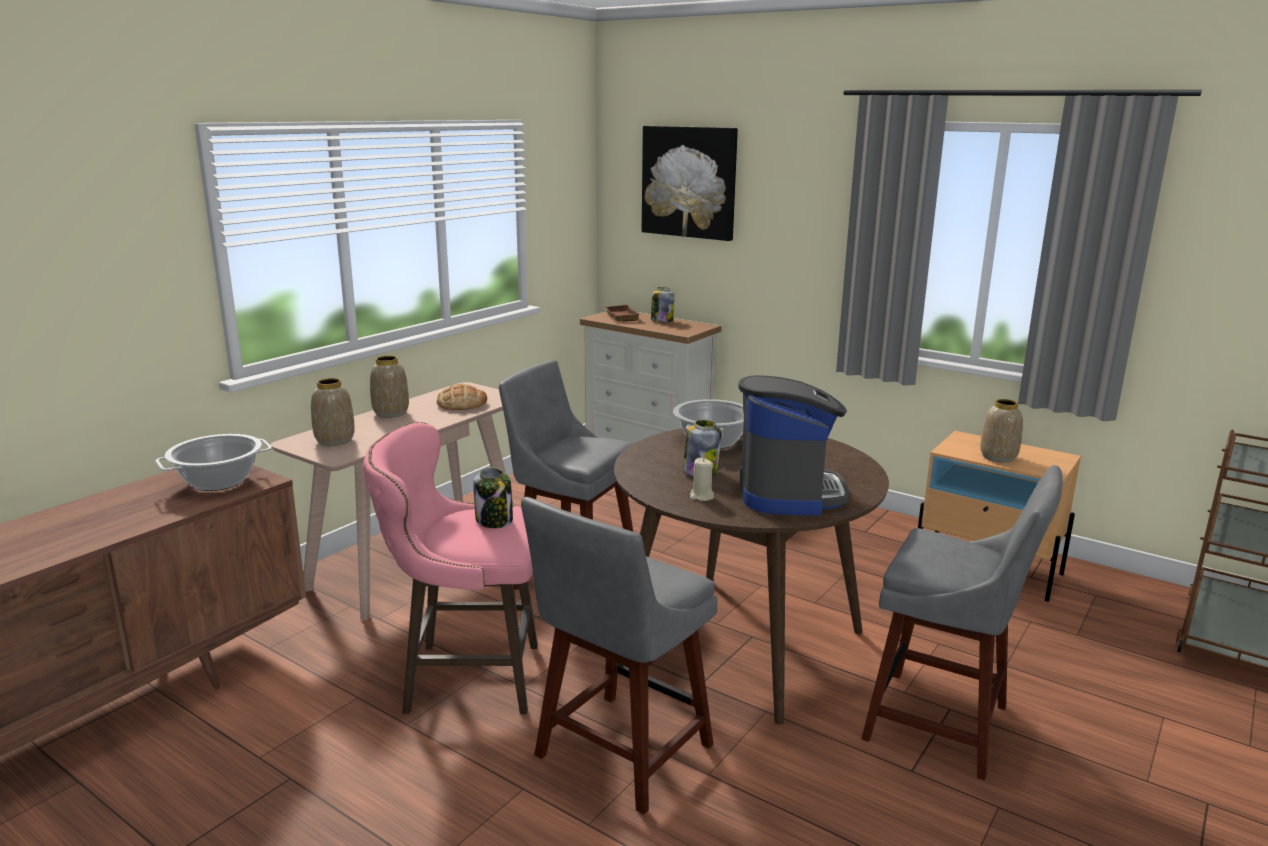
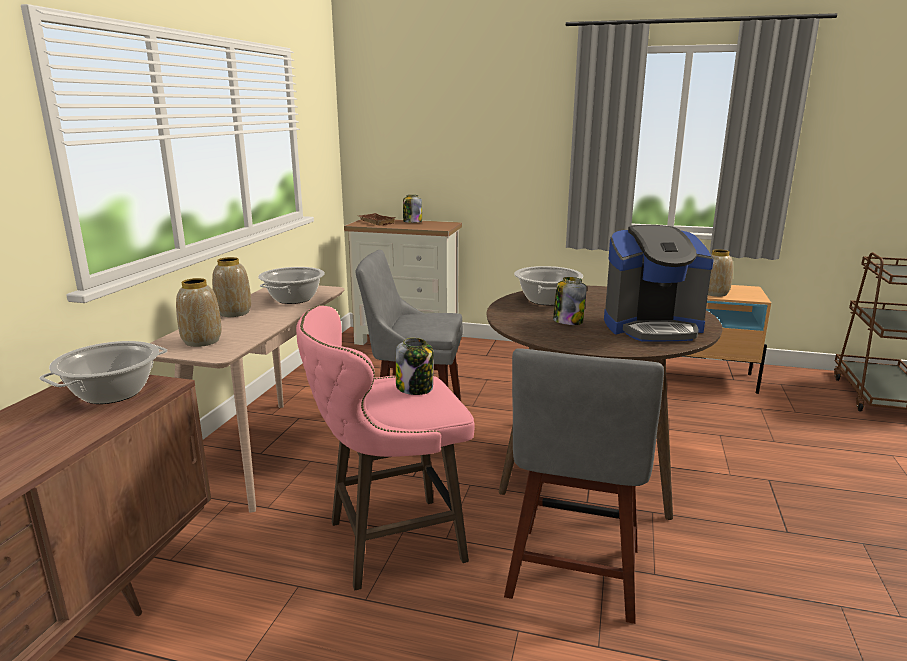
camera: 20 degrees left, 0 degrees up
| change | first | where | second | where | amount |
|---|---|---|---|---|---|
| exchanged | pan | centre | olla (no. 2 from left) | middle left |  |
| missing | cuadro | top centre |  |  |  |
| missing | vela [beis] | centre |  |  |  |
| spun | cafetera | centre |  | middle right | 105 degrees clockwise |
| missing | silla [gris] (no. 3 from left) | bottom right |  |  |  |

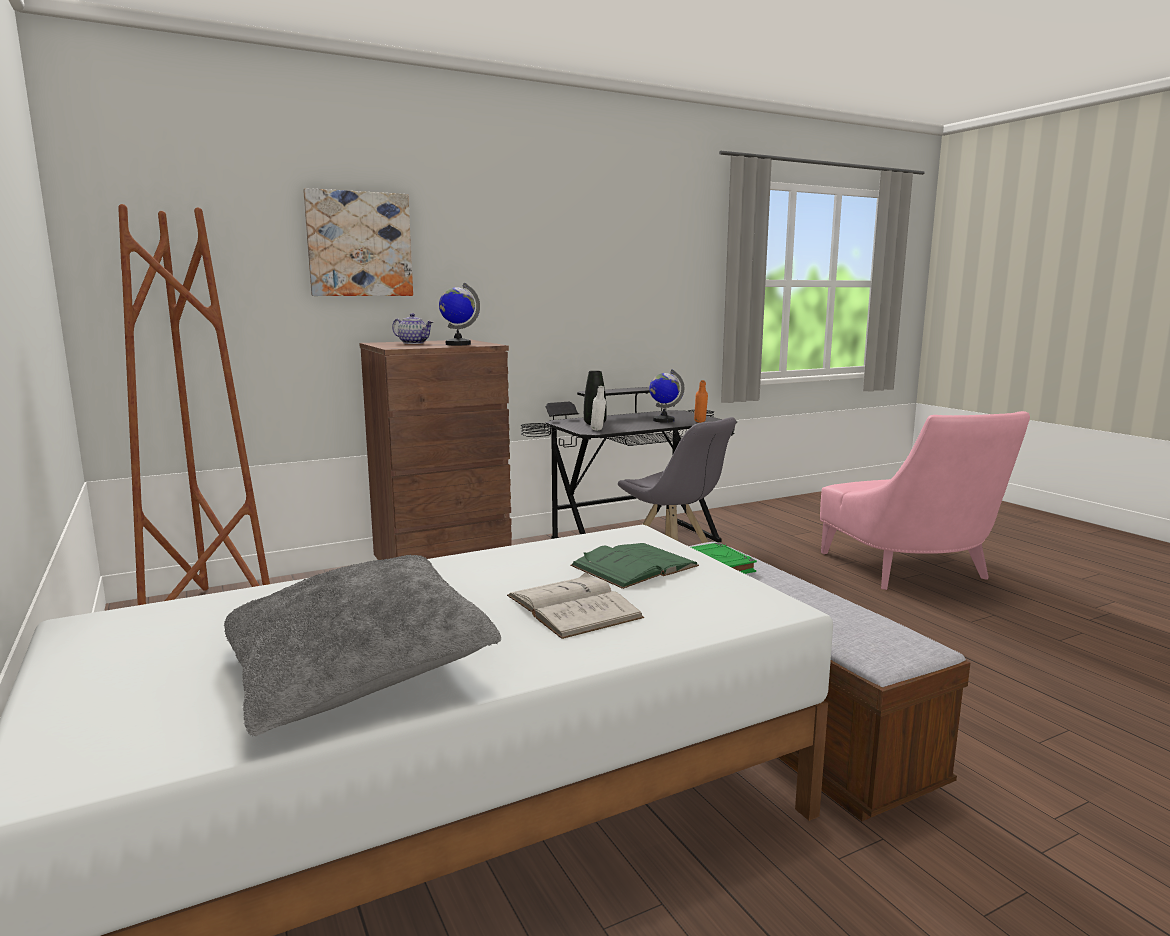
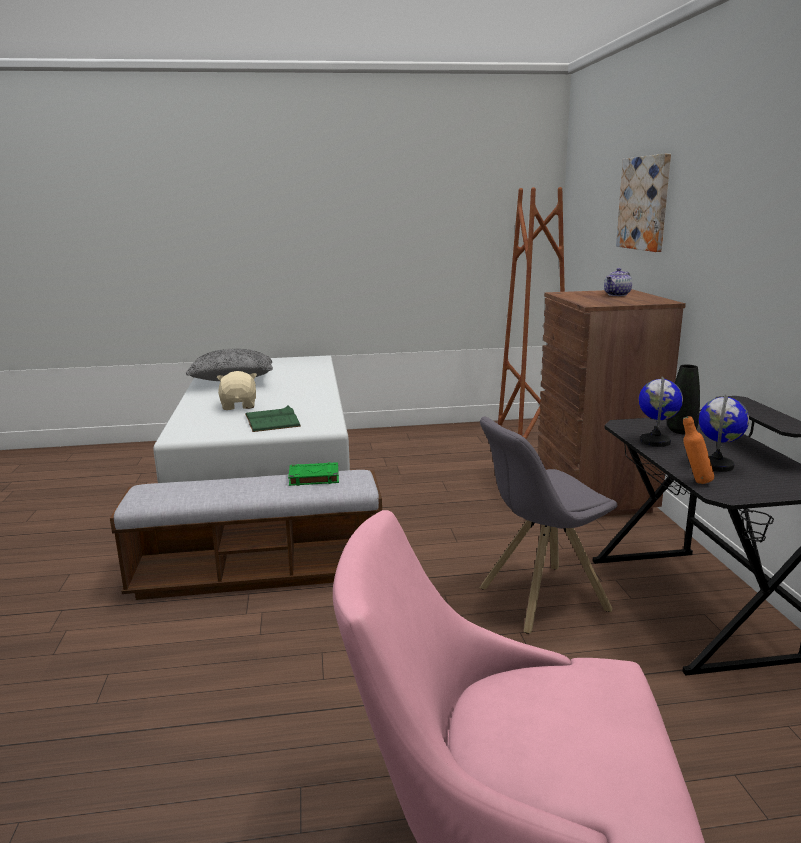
camera: 110 degrees right, 5 degrees up
| change | first | where | second | where | amount |
|---|---|---|---|---|---|
| relocated | globo terráqueo (no. 1 from left) | centre |  | middle right |  |
| exchanged | libro [blanco] | centre | peluche [beis] | middle left |  |
| missing | botella [blanco] | centre |  |  |  |

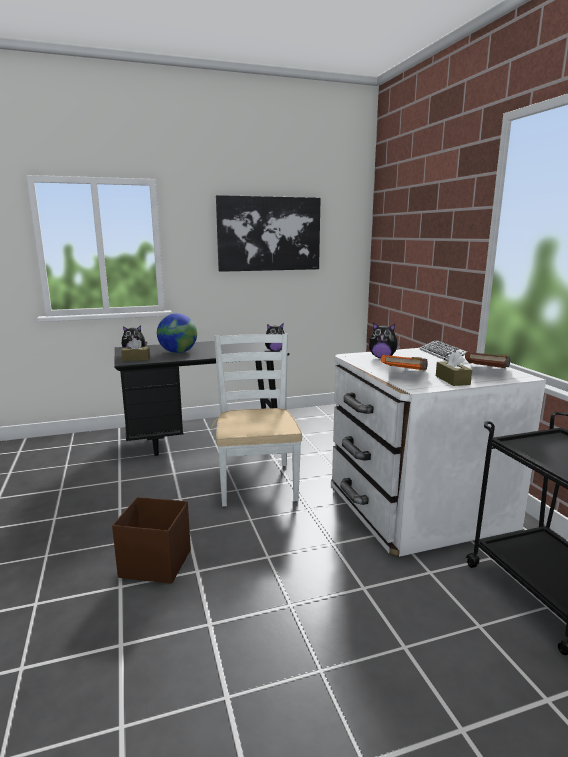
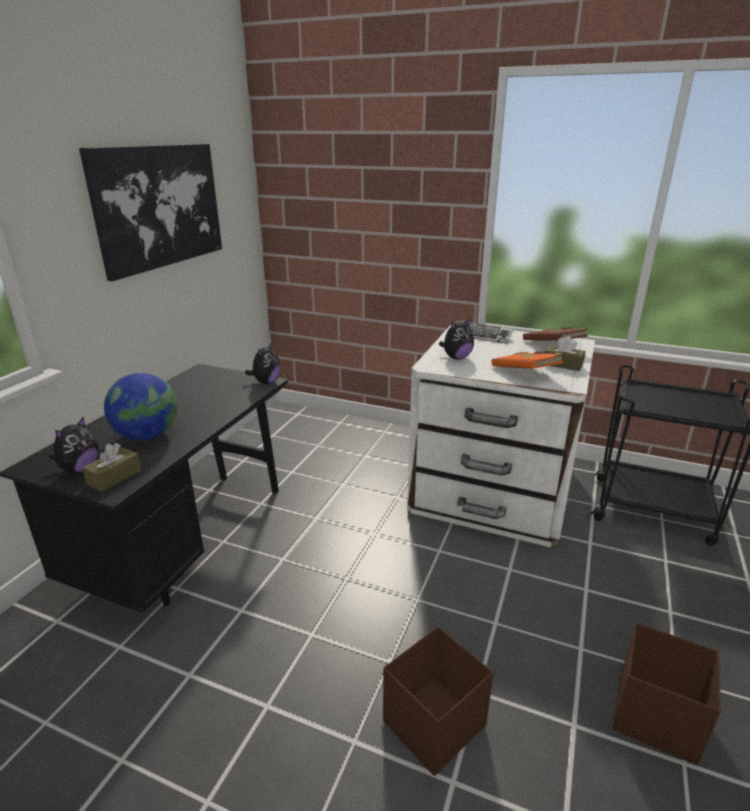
camera: 50 degrees left, 10 degrees up
| change | first | where | second | where | amount |
|---|---|---|---|---|---|
| missing | silla [blanco] | centre |  |  |  |
| appeared |  |  | caja de almacenaje [marrón] (no. 2 from left) | bottom right |  |

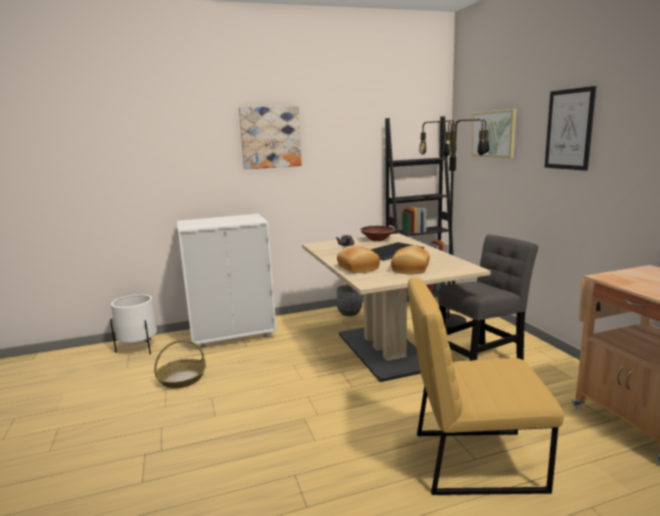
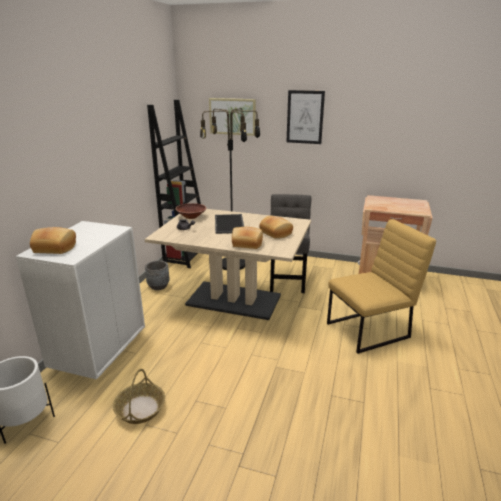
camera: 55 degrees left, 10 degrees up
| change | first | where | second | where | amount |
|---|---|---|---|---|---|
| missing | cuadro (no. 1 from left) | top centre |  |  |  |
| spun | silla [amarillo] | bottom right |  | middle right | 150 degrees counterclockwise |
| appeared |  |  | pan (no. 1 from left) | middle left |  |

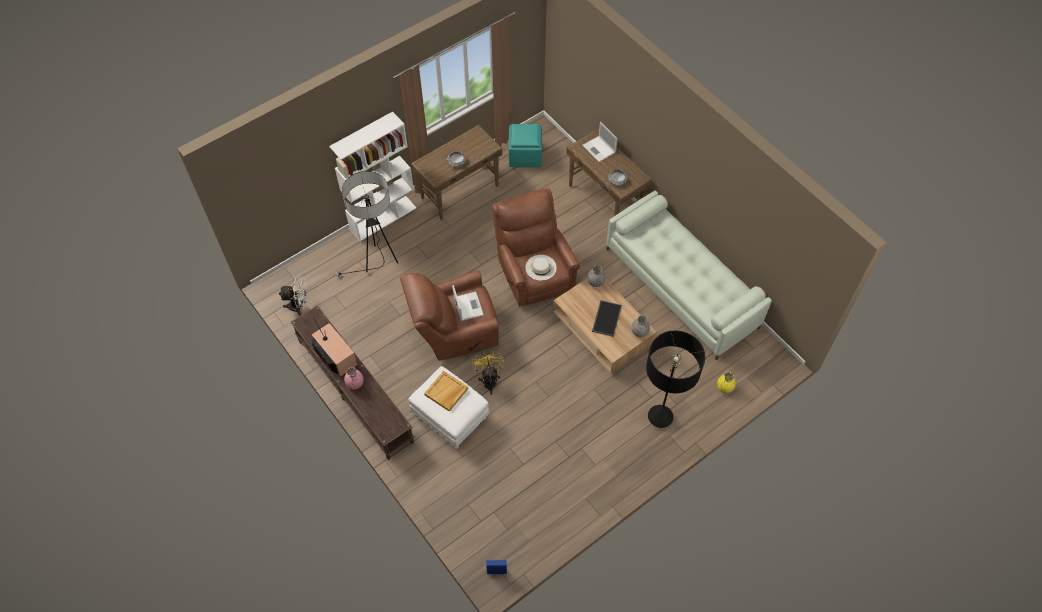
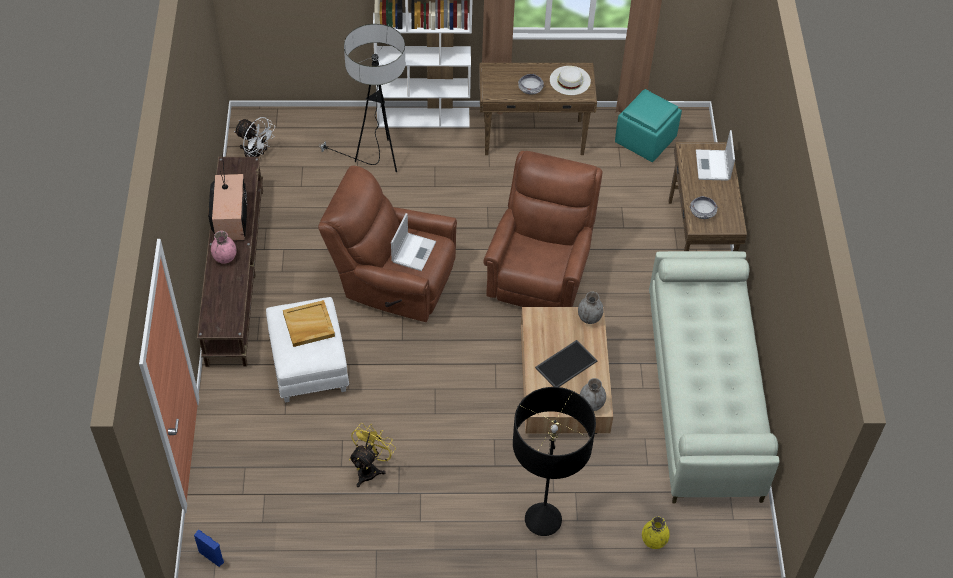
camera: 35 degrees right, 5 degrees down
| change | first | where | second | where | amount |
|---|---|---|---|---|---|
| relocated | ventilador [amarillo] | centre |  | bottom centre |  |
| relocated | sombrero [blanco] | centre |  | top centre |  |

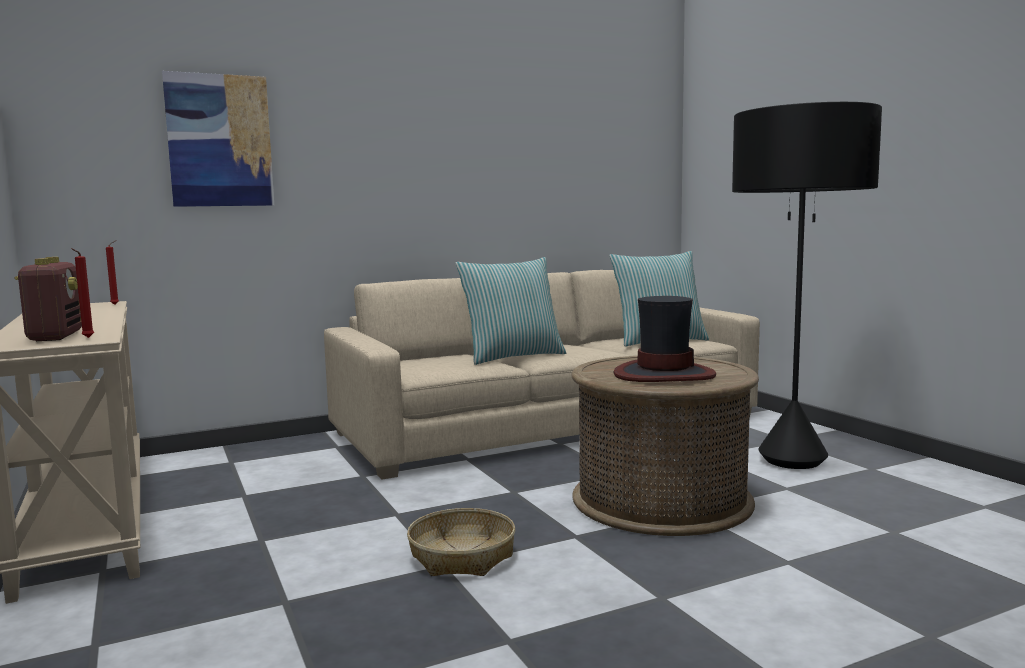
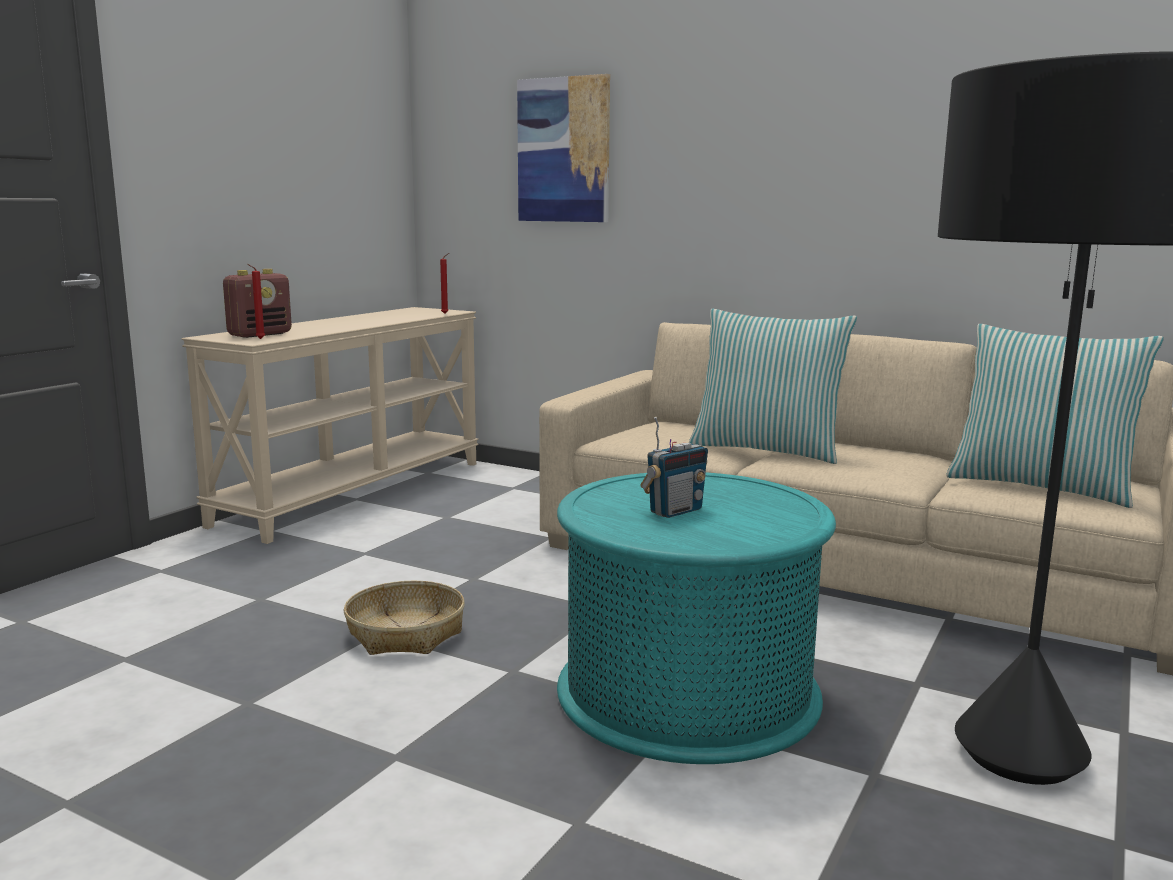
camera: 55 degrees right, 5 degrees up
| change | first | where | second | where | amount |
|---|---|---|---|---|---|
| colour | mesa de centro [marrón] | bottom centre | mesa de centro [turquesa] | bottom centre |  |
| exchanged | sombrero | centre | radio (no. 2 from left) | centre |  |

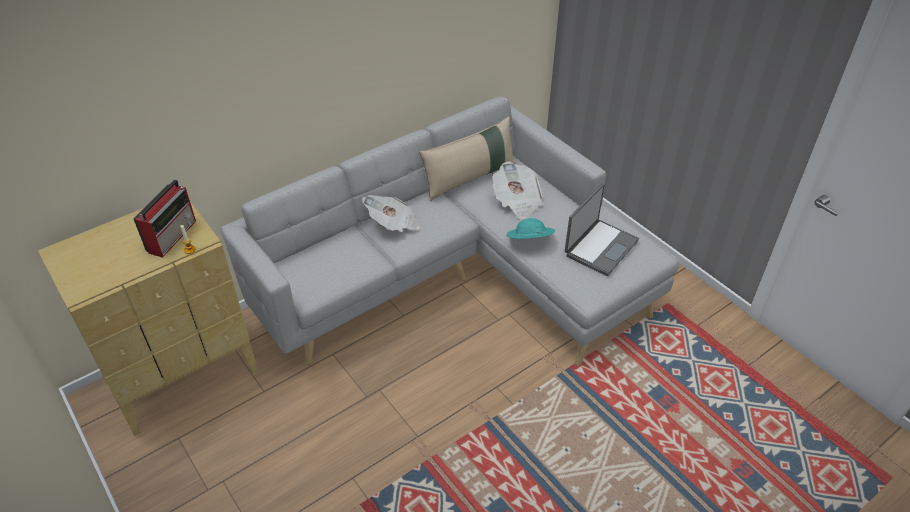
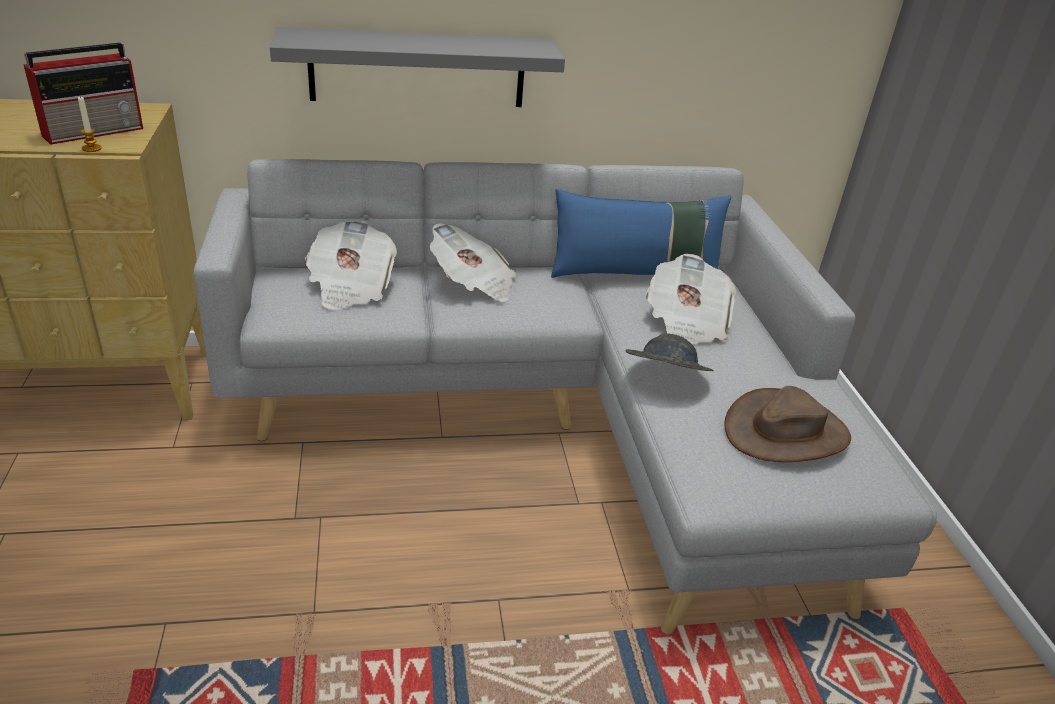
camera: 25 degrees right, 10 degrees down
| change | first | where | second | where | amount |
|---|---|---|---|---|---|
| colour | cojín [beis] | top centre | cojín [azul] | top centre |  |
| colour | sombrero [turquesa] | centre | sombrero [gris] | centre |  |
| exchanged | portátil | centre | sombrero [marrón] | middle right |  |
| appeared |  |  | estante [gris] | top centre |  |
| appeared |  |  | periódico (no. 1 from left) | middle left |  |

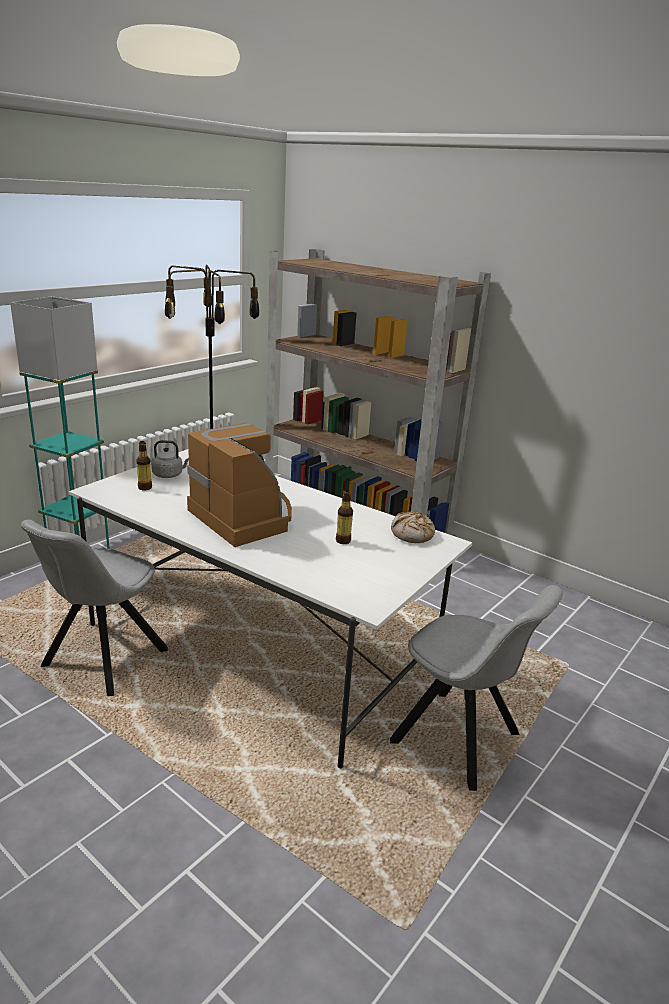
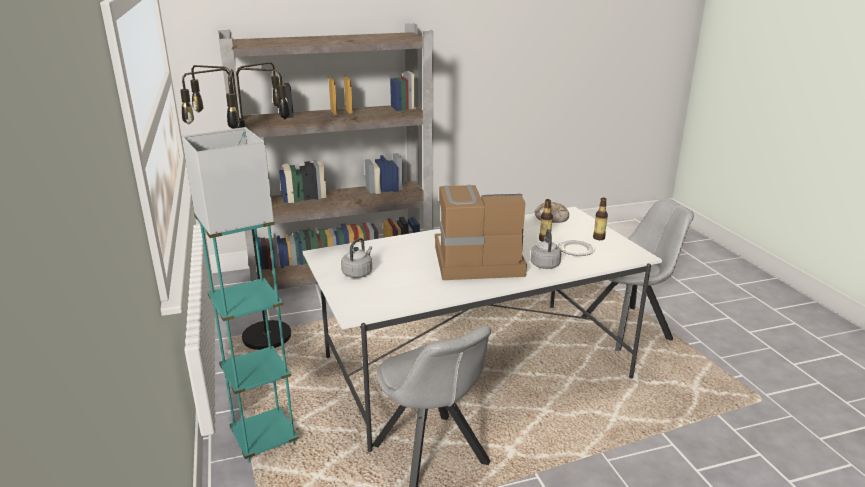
camera: 55 degrees left, 0 degrees up
| change | first | where | second | where | amount |
|---|---|---|---|---|---|
| relocated | botella (no. 1 from left in the first image) | middle left | botella (no. 2 from left) | middle right |  |
| appeared |  |  | hervidor [gris] (no. 2 from left) | centre |  |
| appeared |  |  | plato | centre |  |

